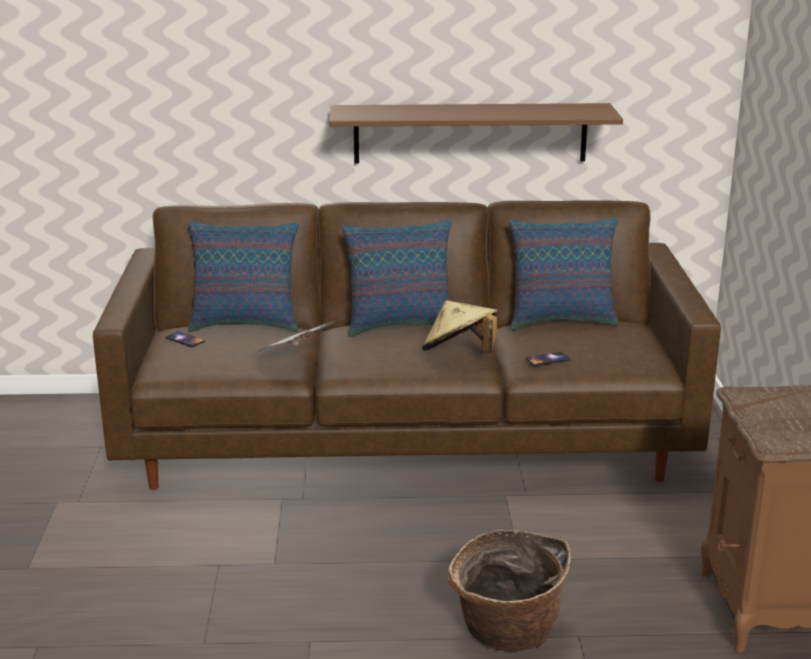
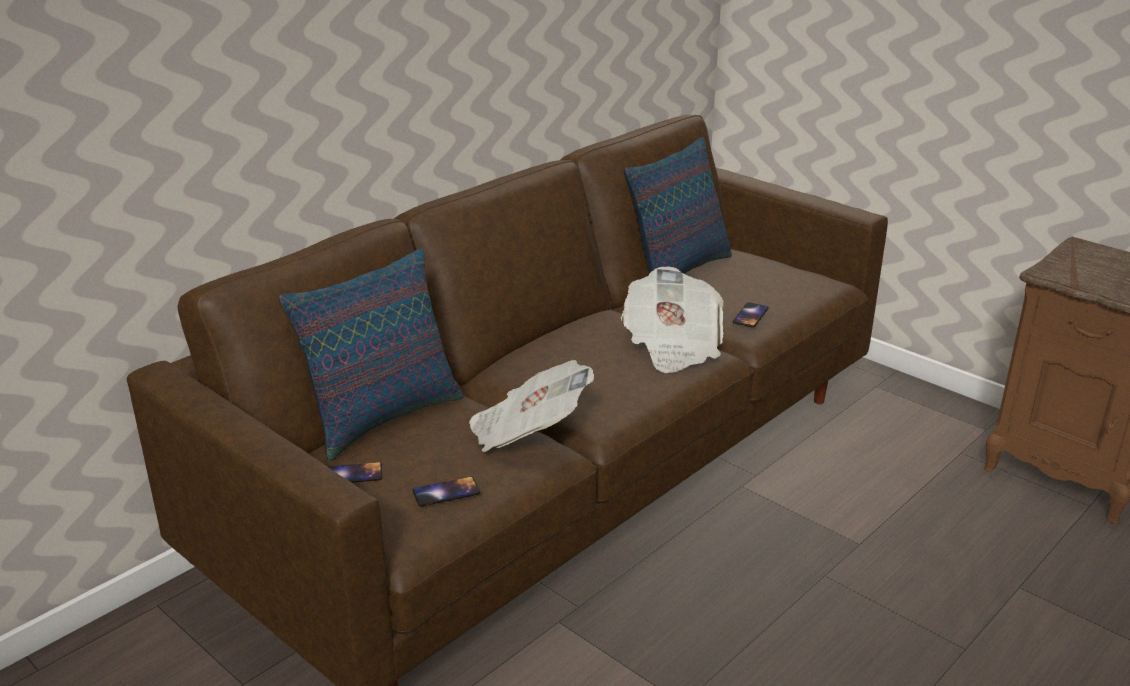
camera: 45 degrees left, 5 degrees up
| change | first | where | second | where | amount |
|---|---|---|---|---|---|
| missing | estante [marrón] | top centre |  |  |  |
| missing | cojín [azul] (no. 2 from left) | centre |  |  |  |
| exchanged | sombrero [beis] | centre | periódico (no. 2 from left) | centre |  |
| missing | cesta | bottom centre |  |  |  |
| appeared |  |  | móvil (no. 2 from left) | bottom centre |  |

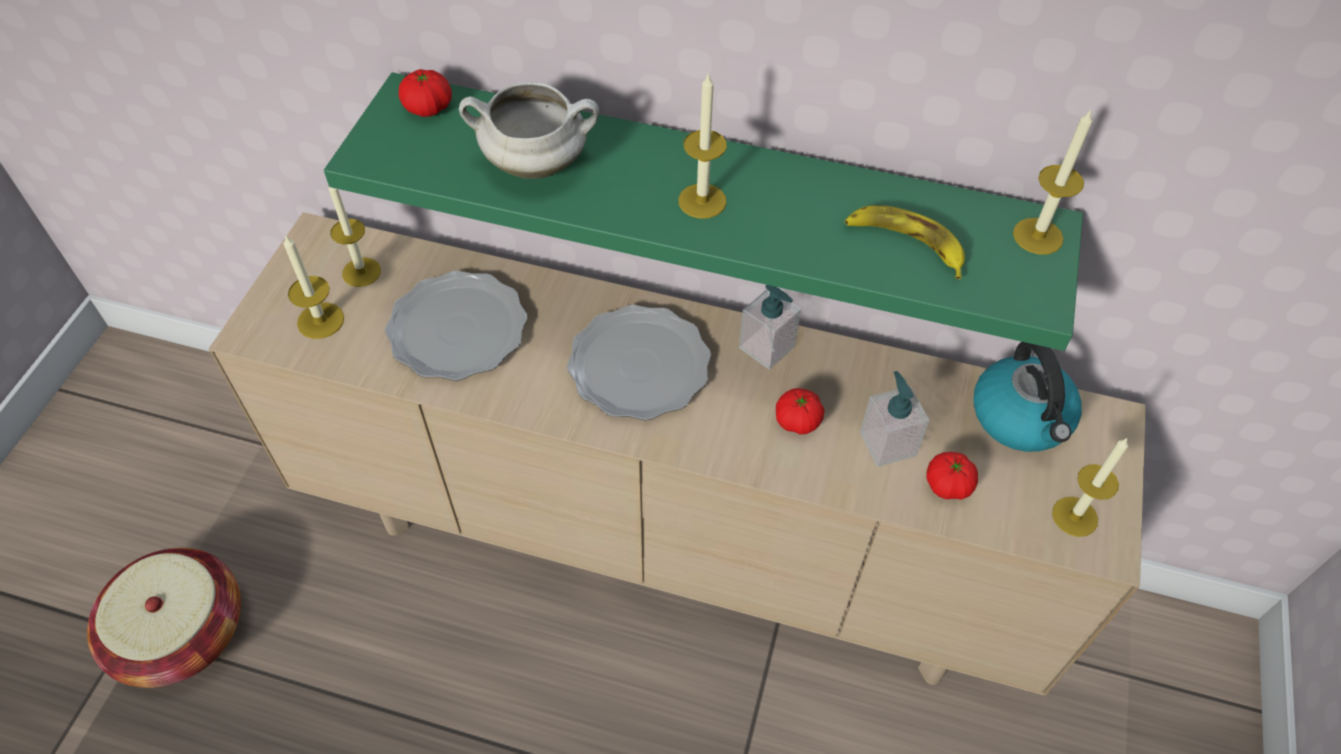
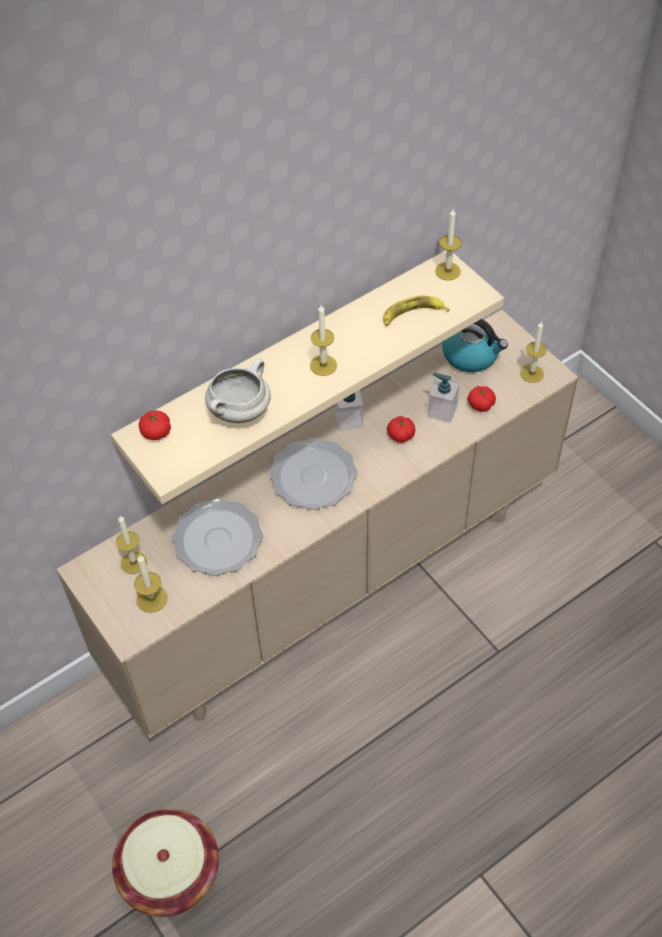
camera: 50 degrees left, 0 degrees up
| change | first | where | second | where | amount |
|---|---|---|---|---|---|
| colour | estante [verde] | top centre | estante [beis] | centre |  |

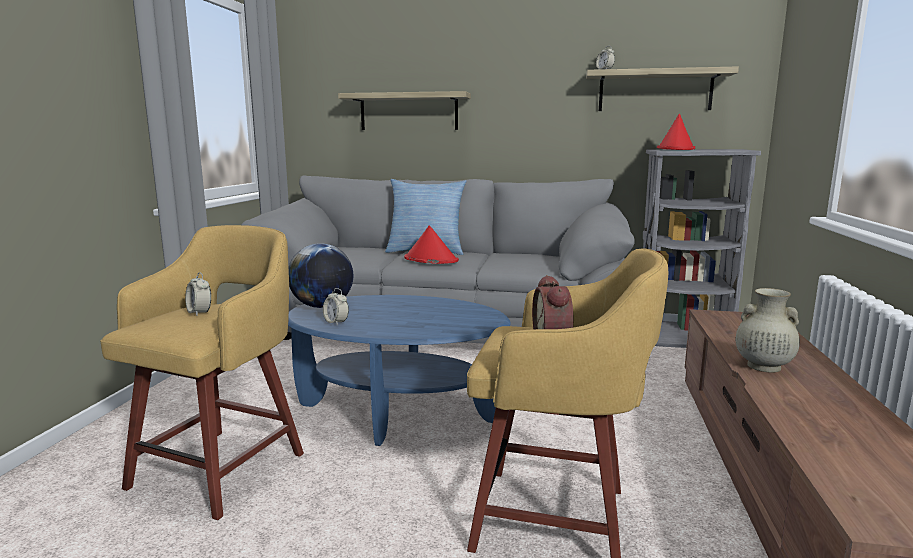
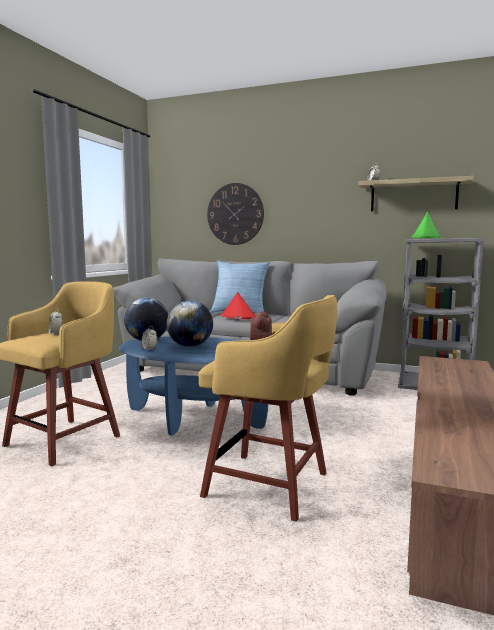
camera: 10 degrees right, 5 degrees down
| change | first | where | second | where | amount |
|---|---|---|---|---|---|
| exchanged | estante (no. 1 from left) | top centre | reloj de pared | centre |  |
| colour | sombrero [rojo] (no. 2 from left) | top right | sombrero [verde] | middle right |  |
| missing | florero [beis] | middle right |  |  |  |
| appeared |  |  | globo terráqueo (no. 2 from left) | centre |  |

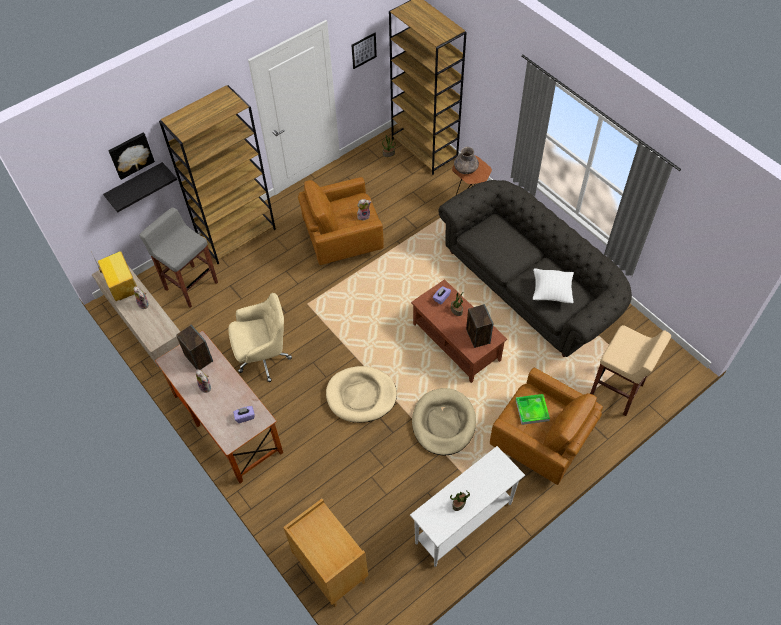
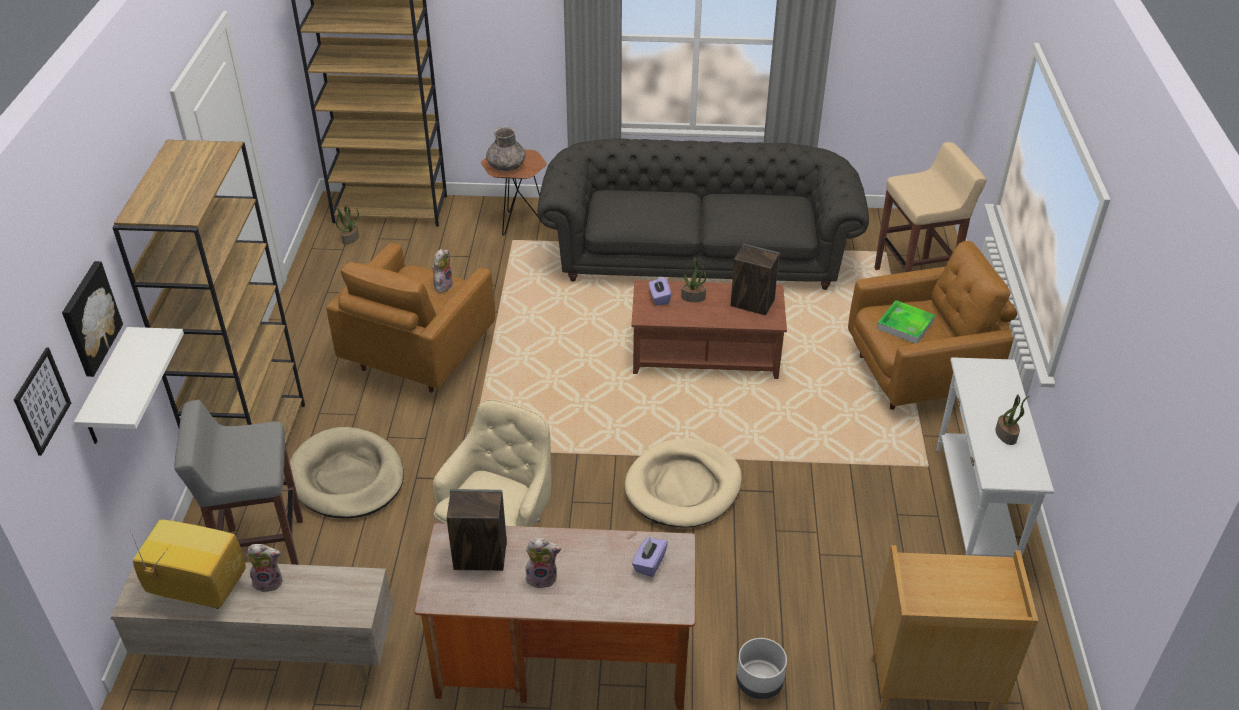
camera: 50 degrees left, 15 degrees down
| change | first | where | second | where | amount |
|---|---|---|---|---|---|
| colour | estante [negro] | top left | estante [blanco] | middle left |  |
| relocated | cuadro (no. 2 from left in the first image) | top centre | cuadro (no. 1 from left) | middle left |  |
| relocated | cama para perro [beis] (no. 2 from left in the first image) | bottom centre | cama para perro [beis] (no. 1 from left) | middle left |  |
| missing | cojín [blanco] | middle right |  |  |  |
| appeared |  |  | maceta [gris] | bottom centre |  |

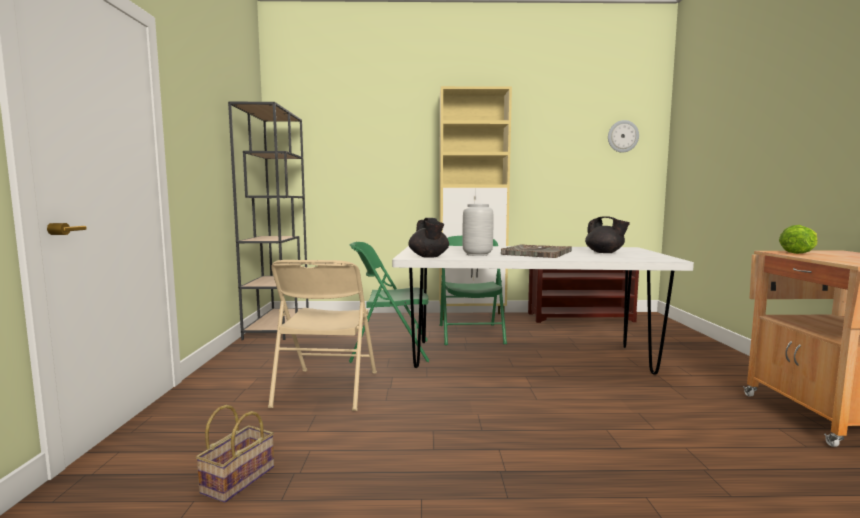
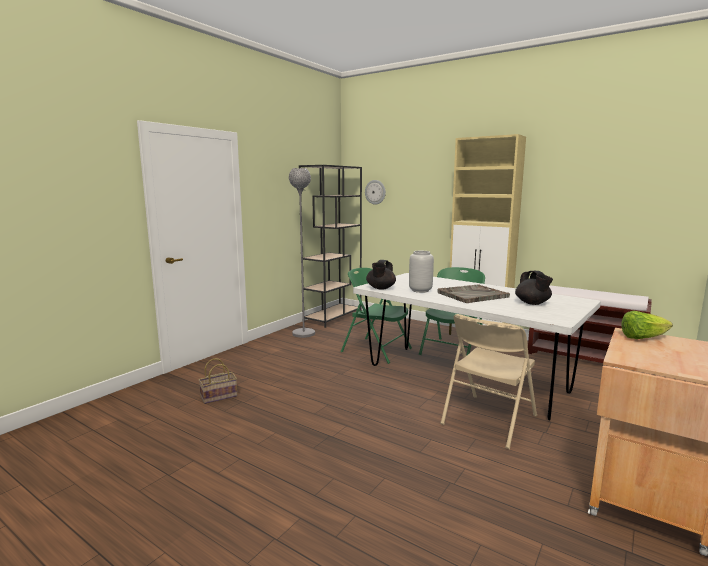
camera: 35 degrees right, 5 degrees up
| change | first | where | second | where | amount |
|---|---|---|---|---|---|
| relocated | silla [beis] | centre |  | bottom right |  |
| relocated | reloj de pared | top right |  | centre |  |
| appeared |  |  | lámpara de pie [gris] | centre |  |

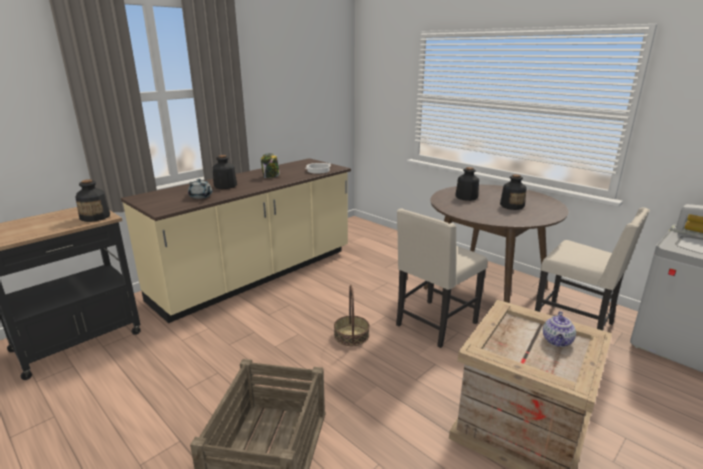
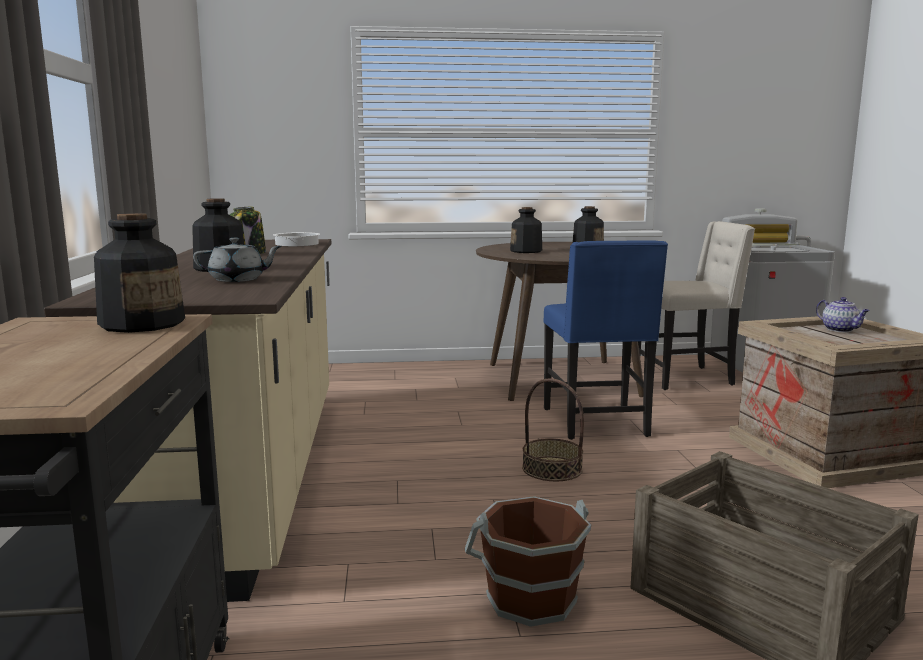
camera: 50 degrees left, 10 degrees down
| change | first | where | second | where | amount |
|---|---|---|---|---|---|
| colour | silla [beis] (no. 1 from left) | centre | silla [azul] | centre |  |
| appeared |  |  | cubo [marrón] | bottom centre |  |

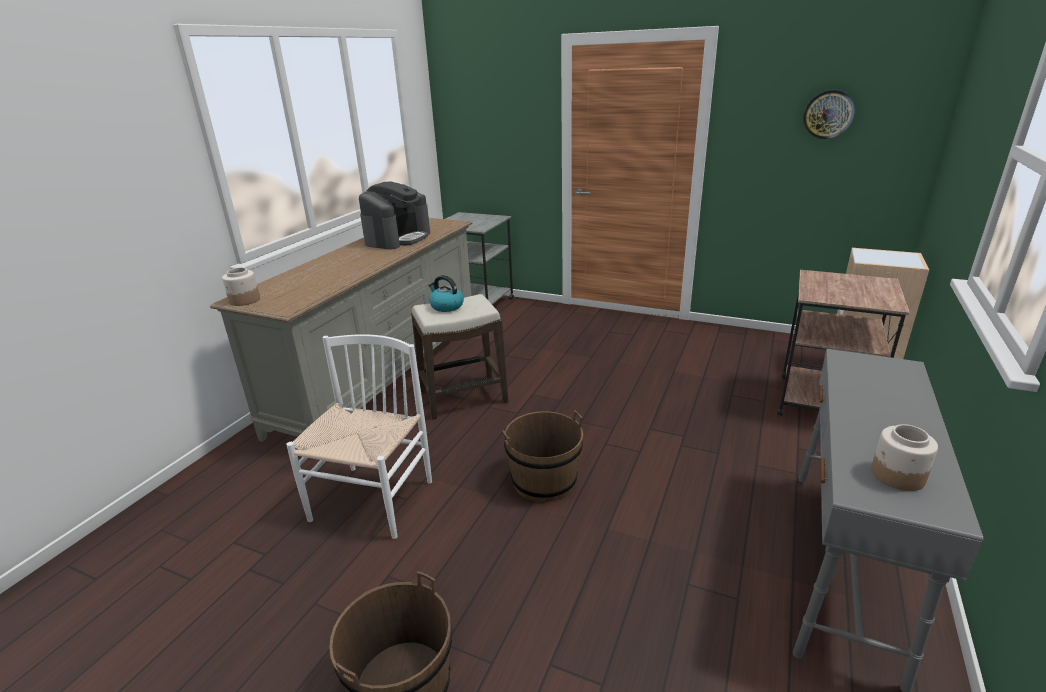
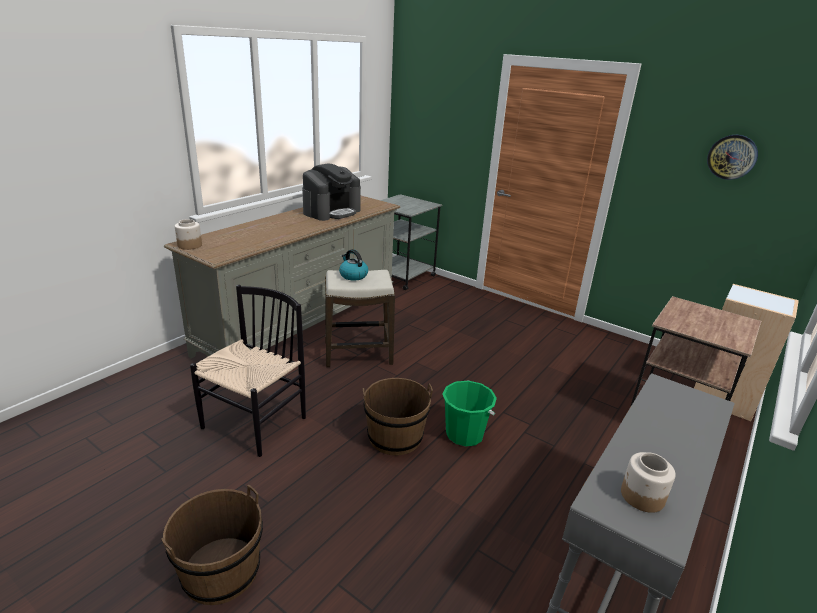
camera: 10 degrees right, 0 degrees up
| change | first | where | second | where | amount |
|---|---|---|---|---|---|
| colour | silla [blanco] | centre | silla [negro] | middle left |  |
| appeared |  |  | cubo [verde] | bottom centre |  |

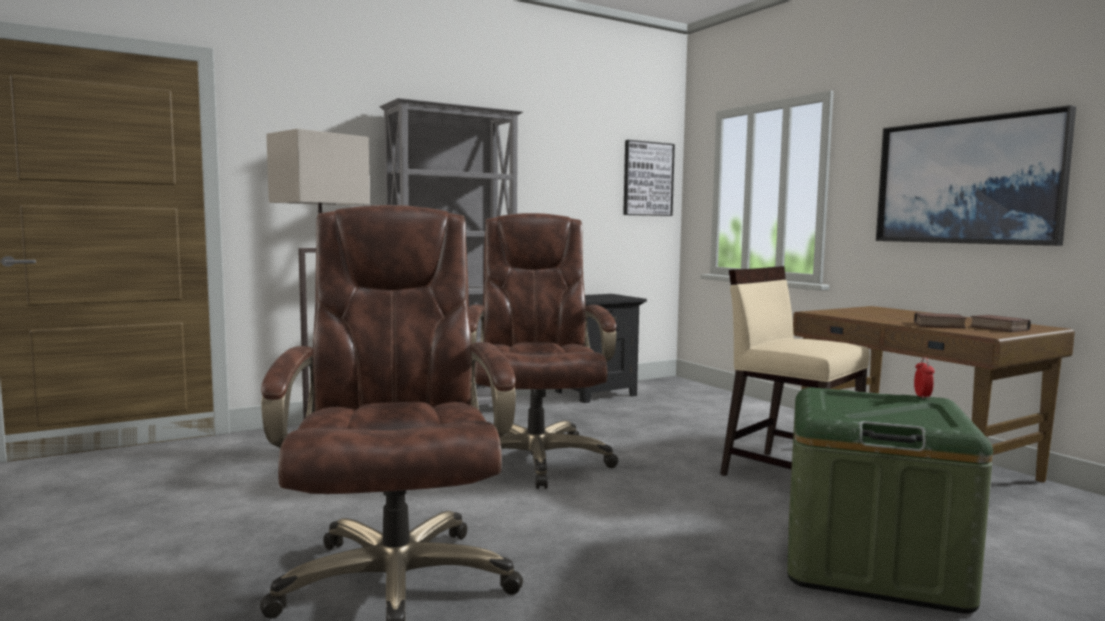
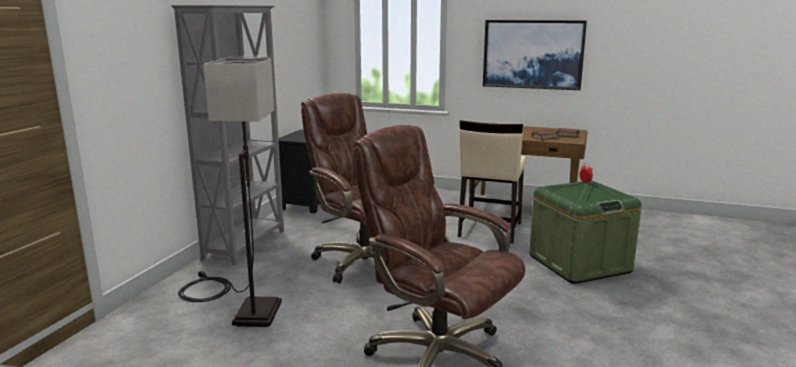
camera: 40 degrees left, 10 degrees up
| change | first | where | second | where | amount |
|---|---|---|---|---|---|
| missing | cuadro (no. 1 from left) | top centre |  |  |  |
| spun | silla [beis] | middle right |  | centre | 75 degrees counterclockwise |

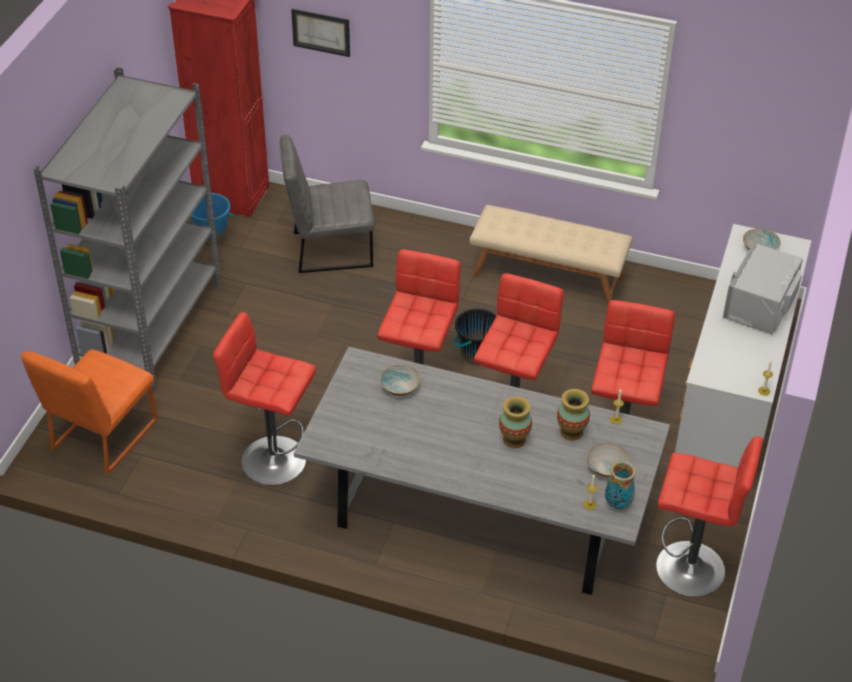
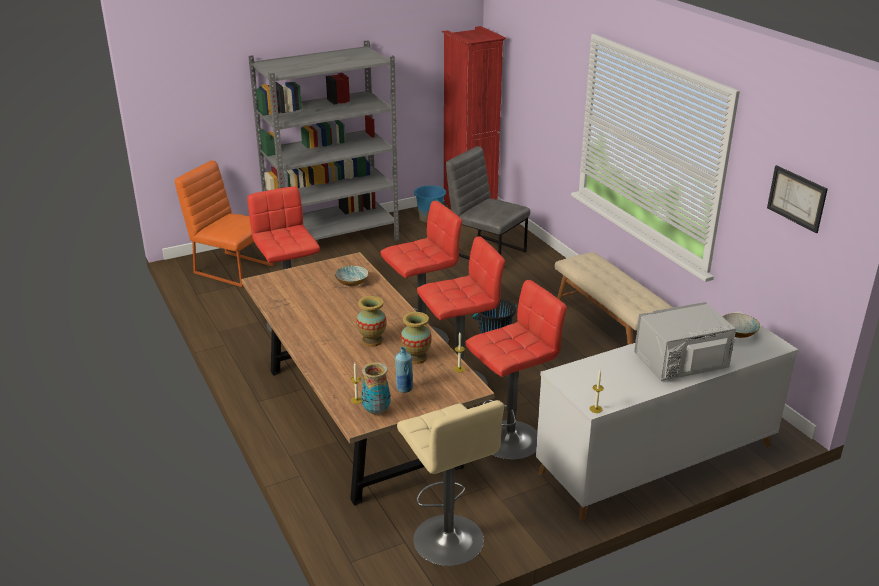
camera: 45 degrees right, 15 degrees down
| change | first | where | second | where | amount |
|---|---|---|---|---|---|
| spun | silla [naranja] | middle left |  | middle left | 45 degrees clockwise |
| relocated | cuadro | top centre |  | middle right |  |
| colour | mesa de comedor [gris] | bottom centre | mesa de comedor [marrón] | centre |  |
| exchanged | cuenco (no. 2 from left) | bottom right | botella [azul] | centre |  |
| colour | taburete [rojo] (no. 5 from left) | bottom right | taburete [beis] | bottom centre |  |

